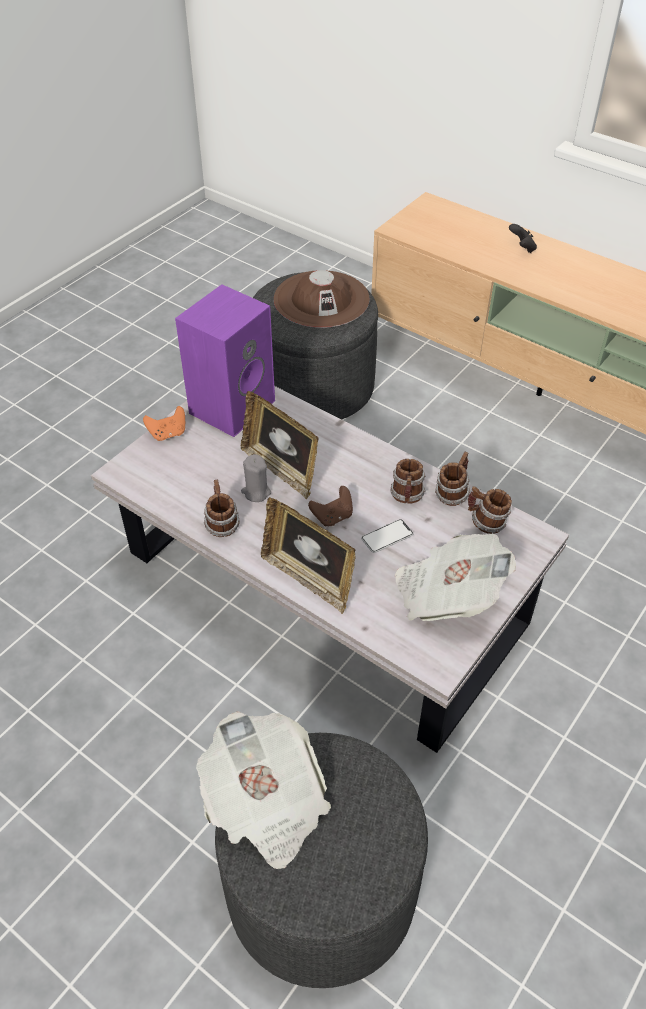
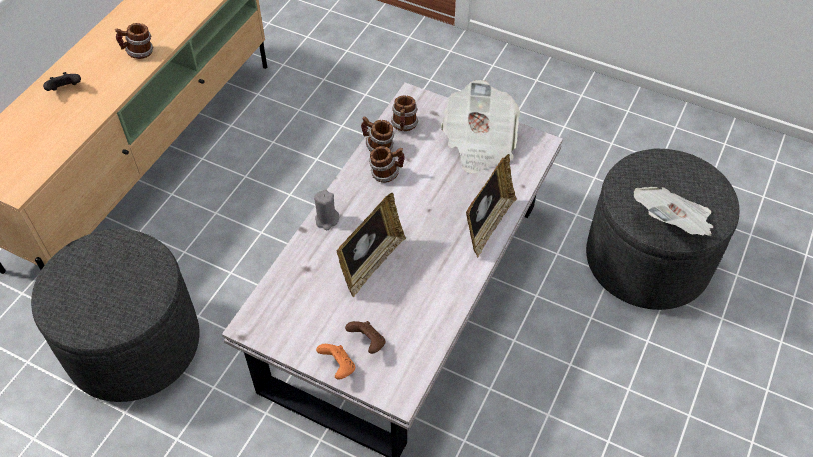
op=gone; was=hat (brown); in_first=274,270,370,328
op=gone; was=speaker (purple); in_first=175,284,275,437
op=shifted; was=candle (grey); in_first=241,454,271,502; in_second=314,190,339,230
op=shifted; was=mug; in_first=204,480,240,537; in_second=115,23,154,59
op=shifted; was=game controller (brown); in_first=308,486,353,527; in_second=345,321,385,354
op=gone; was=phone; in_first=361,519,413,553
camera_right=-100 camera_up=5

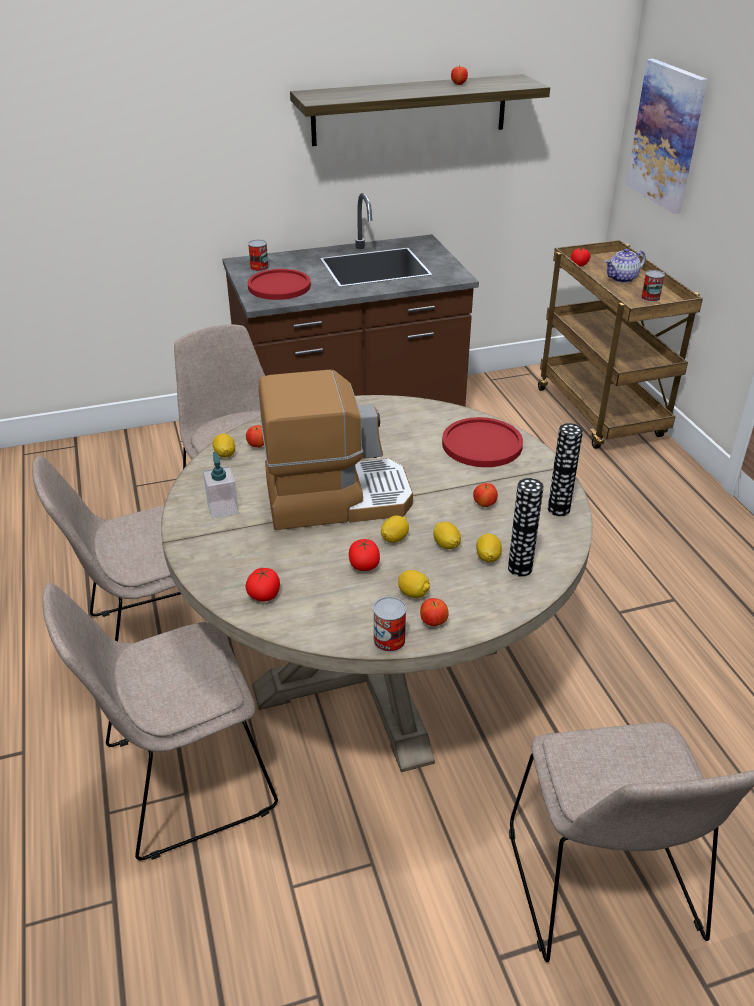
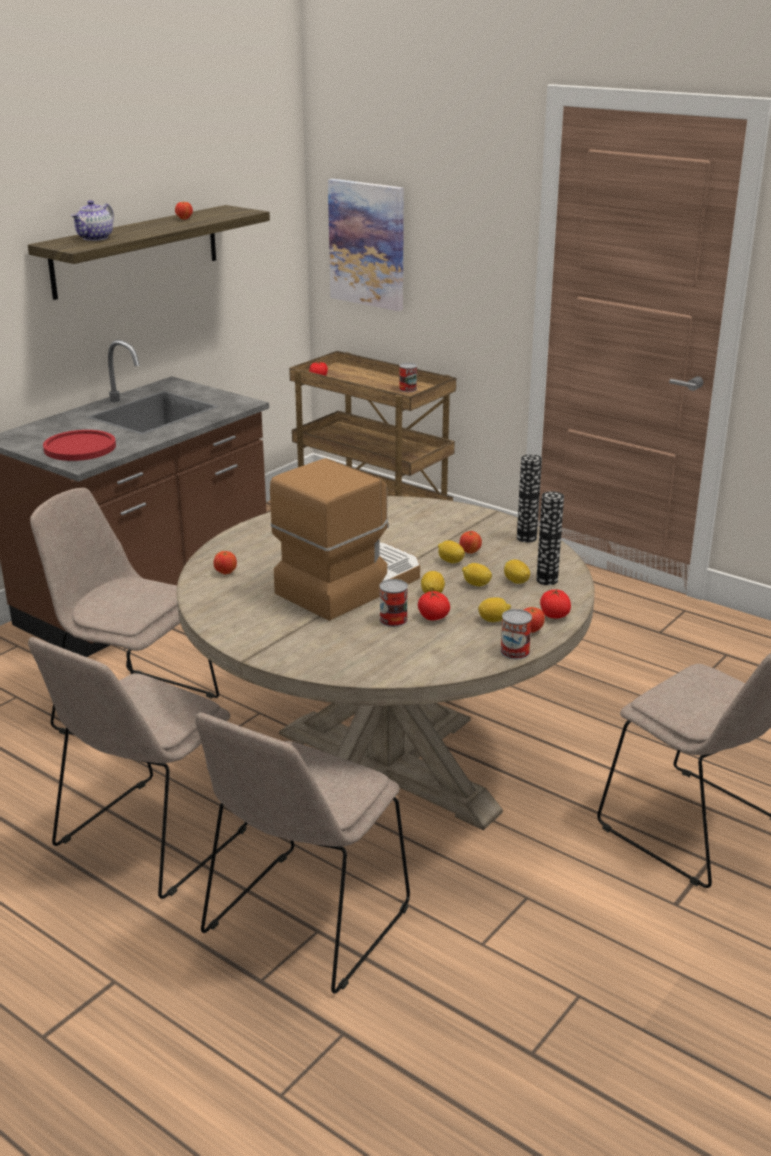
op=shifted; was=can; in_first=248,239,269,272; in_second=379,579,408,627
op=shifted; was=teapot; in_first=605,249,646,283; in_second=71,200,114,241
op=gone; was=plate (red); in_first=442,417,523,467
op=shifted; was=lemon; in_first=213,434,235,458; in_second=438,540,465,563
op=gone; was=soap dispenser; in_first=203,452,239,519
op=shifted; was=tomato; in_first=246,568,280,601; in_second=540,590,571,618
camera_right=-35 camera_up=-10

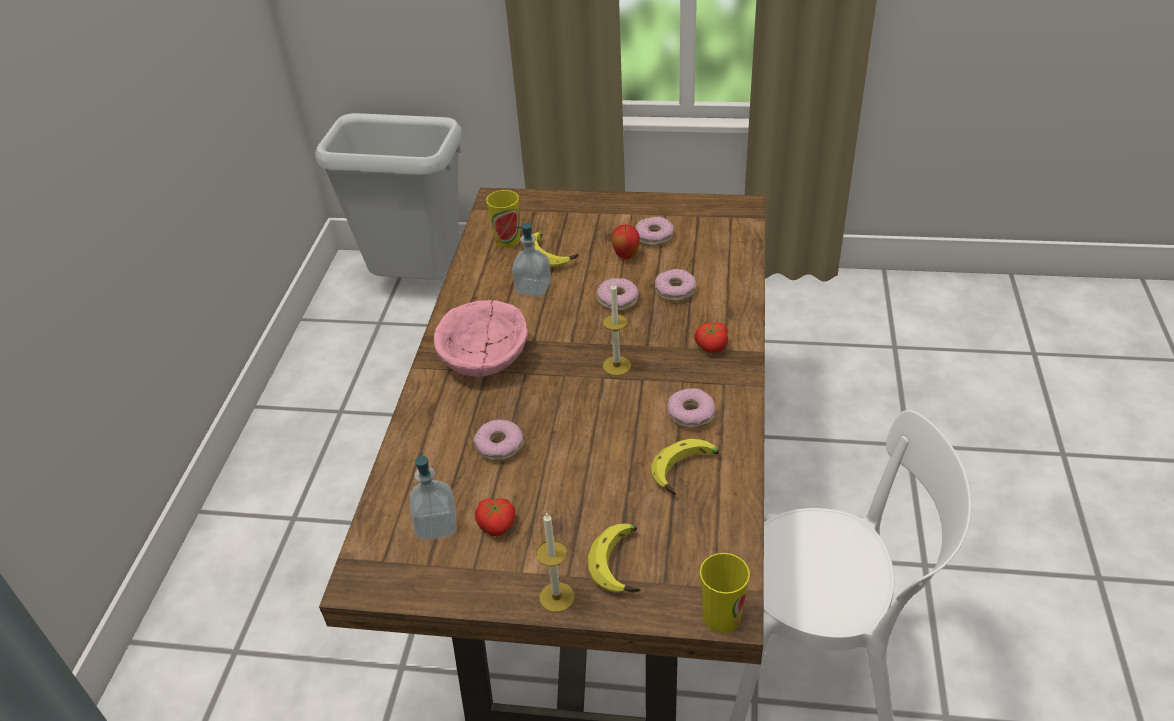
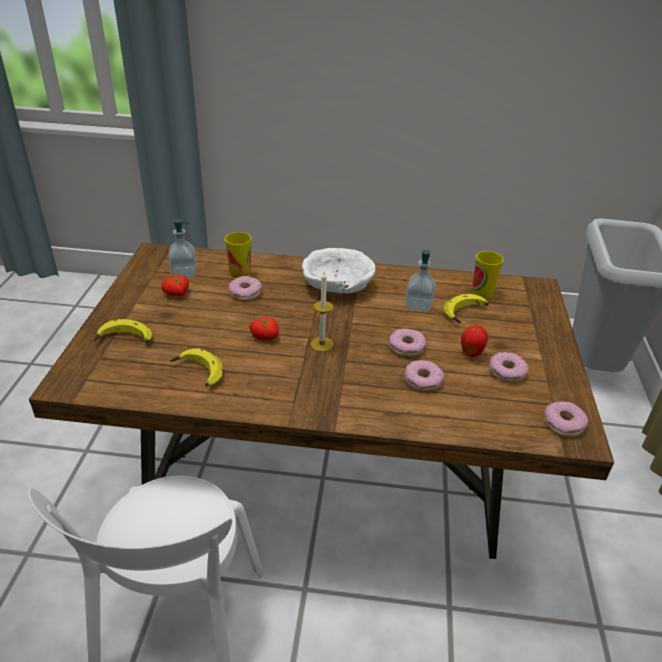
op=repainted; was=bowl (pink); now=bowl (white); in_first=434,300,528,377; in_second=302,248,376,294
op=shifted; was=tomato; in_first=694,322,728,353; in_second=249,316,279,341
op=shifted; was=donut; in_first=668,388,715,428; in_second=544,401,588,437
op=gone; was=candle; in_first=536,513,574,612
op=shifted; was=cup; in_first=700,553,750,633; in_second=225,232,251,279
camera_right=85 camera_up=-5

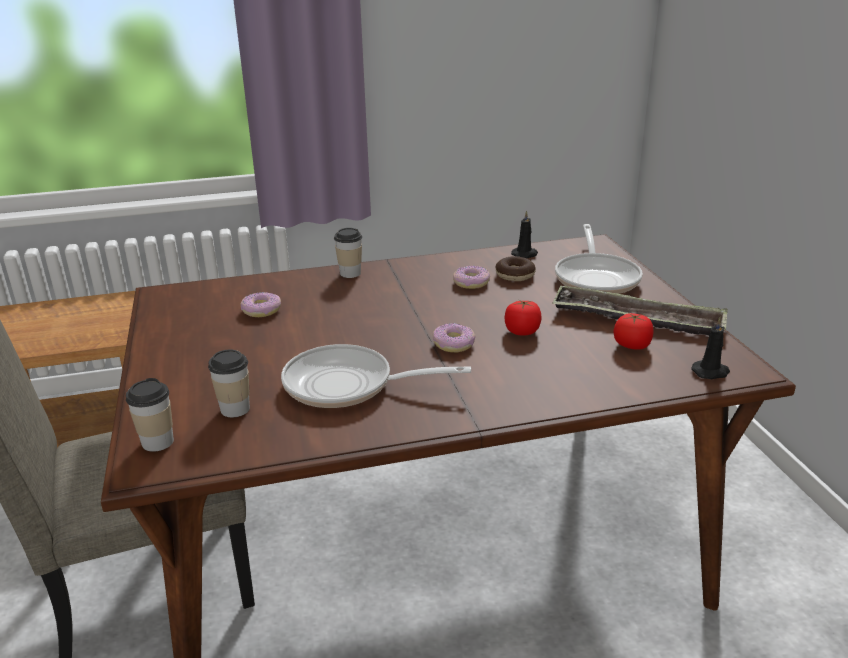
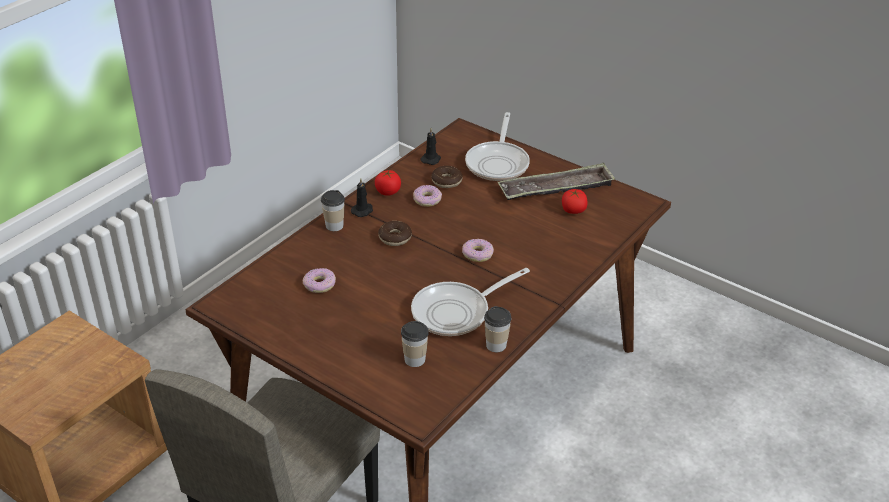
op=rotated; was=frying pan; in_first=555,224,643,294; in_second=465,112,530,181; clockwise=45
op=shifted; was=tomato; in_first=505,300,542,335; in_second=375,170,401,196
op=shifted; was=candle (black); in_first=691,317,730,379; in_second=351,178,373,217
op=shifted; was=cup; in_first=126,378,174,452; in_second=484,306,511,352
op=new; now=donut; in_second=378,221,412,246
camera_right=-40 camera_up=10

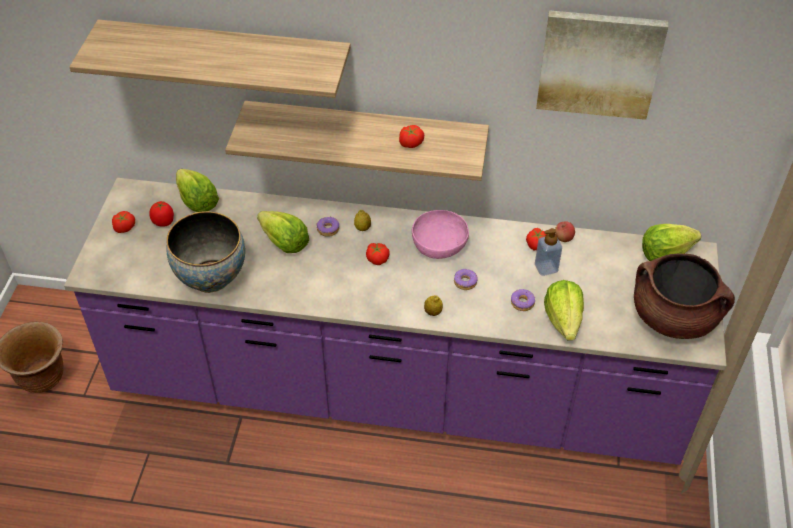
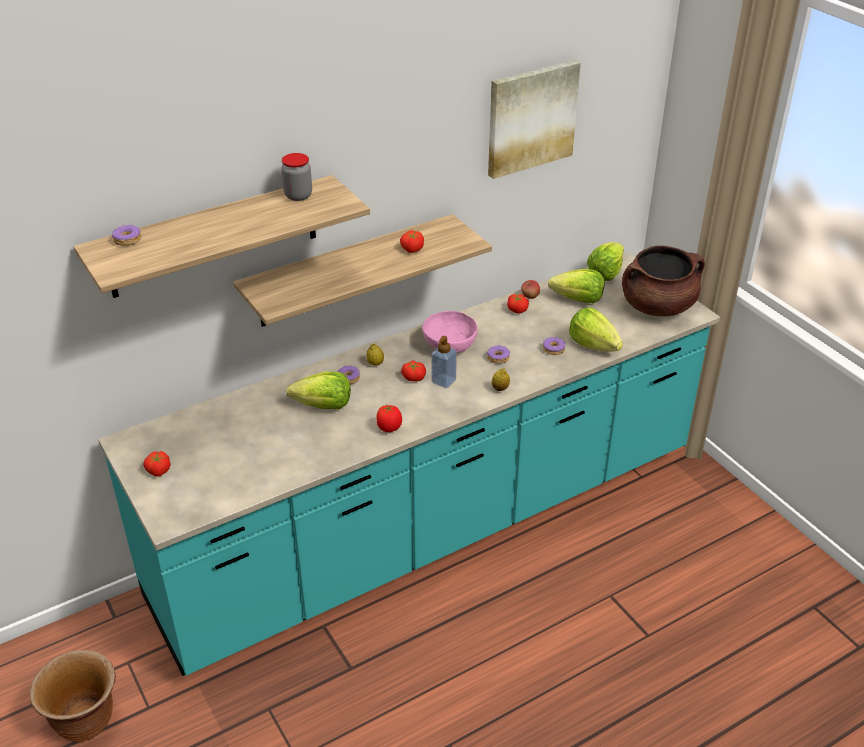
op=shifted; was=lettuce; in_first=176,169,219,212; in_second=548,269,604,303
op=repainted; was=counter (purple); now=counter (turquoise); in_first=64,178,727,465; in_second=98,252,720,676
op=shifted; was=tomato; in_first=149,201,174,227; in_second=376,404,402,432
op=gone; was=bowl; in_first=166,211,245,293
op=shifted; was=soap dispenser; in_first=535,228,562,276; in_second=432,336,457,388
op=new; now=jar; in_second=281,153,312,201
op=new; now=donut; in_second=112,225,141,246
camera_right=-40 camera_up=-10

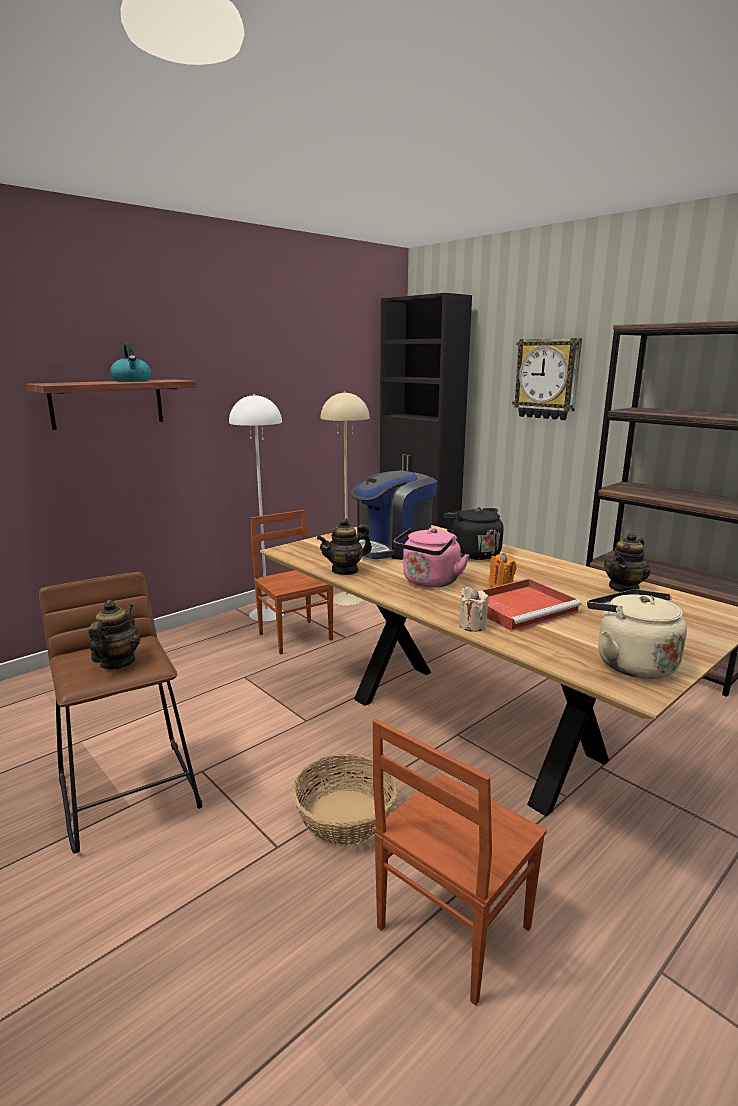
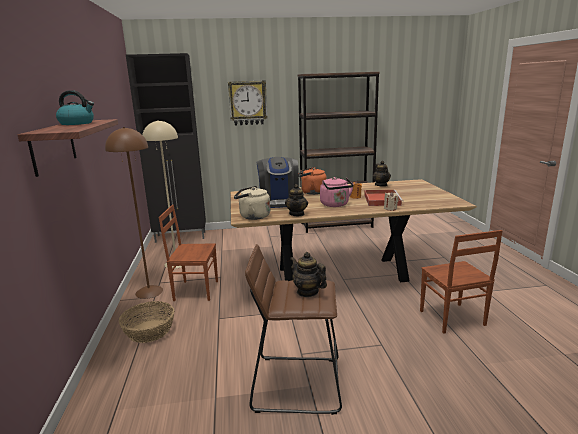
op=repainted; was=floor lamp (white); now=floor lamp (brown); in_first=229,394,284,621; in_second=105,127,163,299
op=repainted; was=kettle (black); now=kettle (orange); in_first=444,507,503,560; in_second=299,167,327,195
op=shifted; was=kettle (beige); in_first=587,589,687,679; in_second=234,186,271,220
op=shifted; was=basket; in_first=292,754,398,846; in_second=119,301,174,343
camera_right=-55 camera_up=0

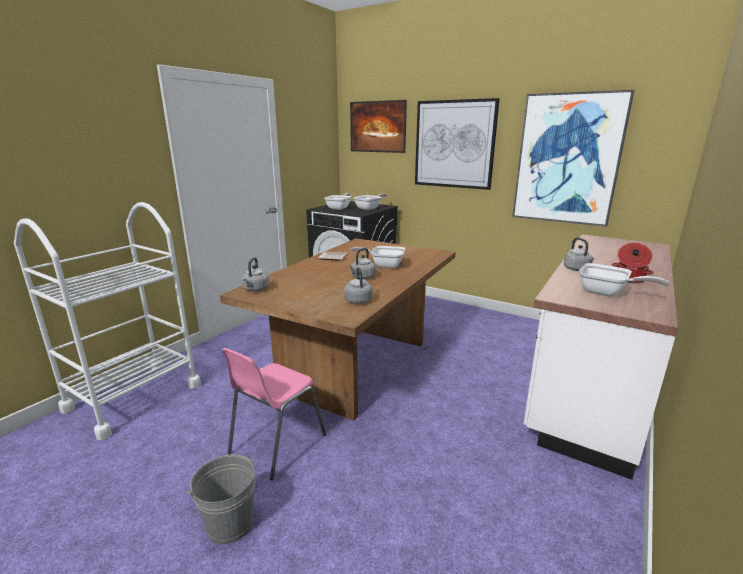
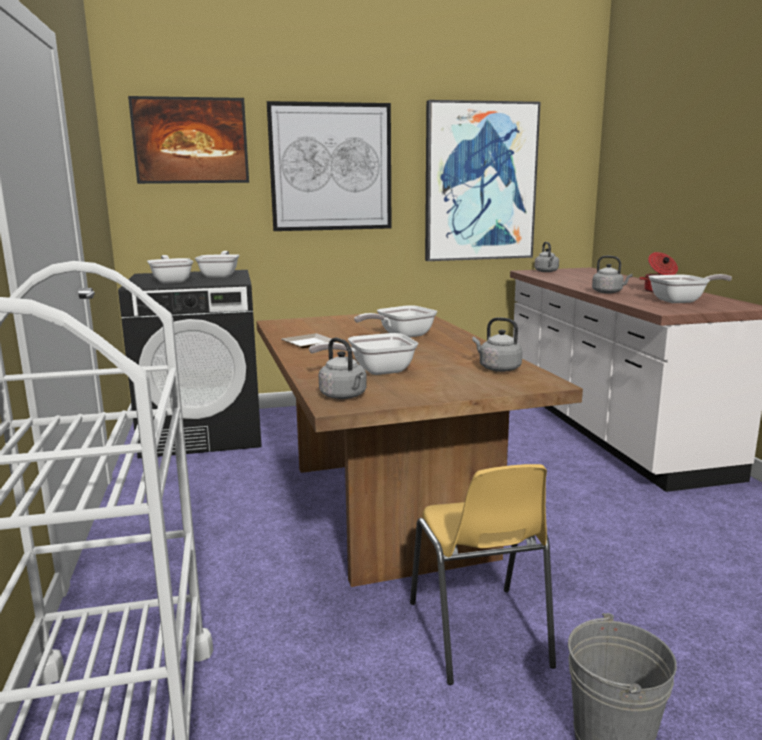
op=shifted; was=kettle (grey); in_first=349,248,375,279; in_second=534,242,559,272
op=repainted; was=chair (pink); now=chair (yellow); in_first=222,348,326,480; in_second=410,464,556,685
op=new; now=frying pan; in_second=309,333,418,375
camera_right=-45 camera_up=-5

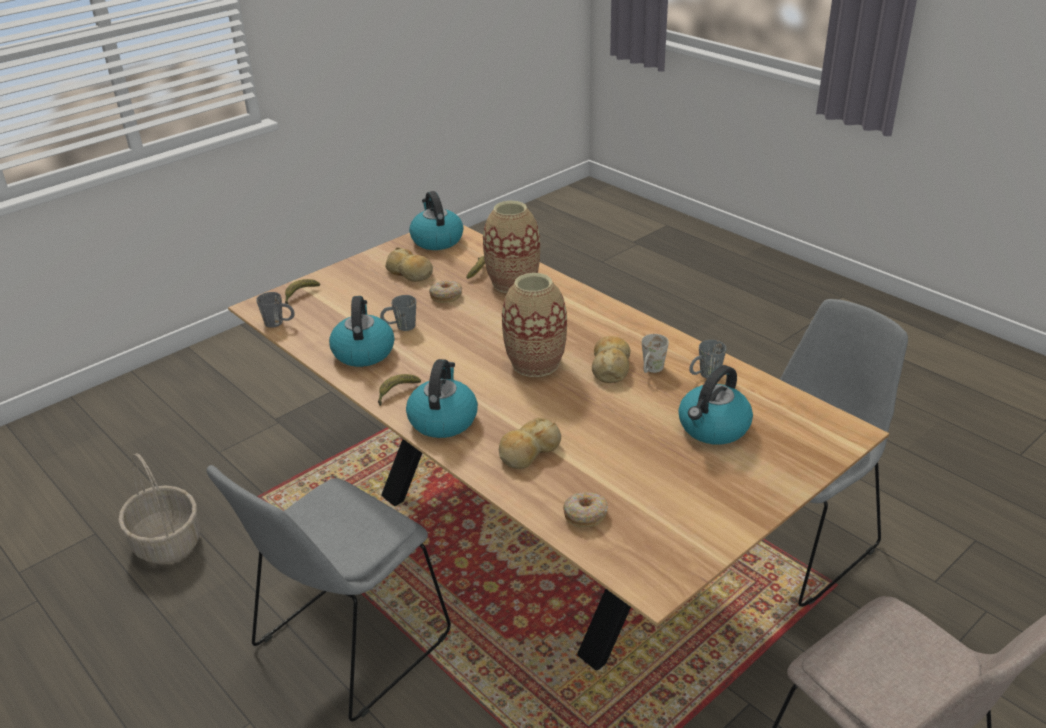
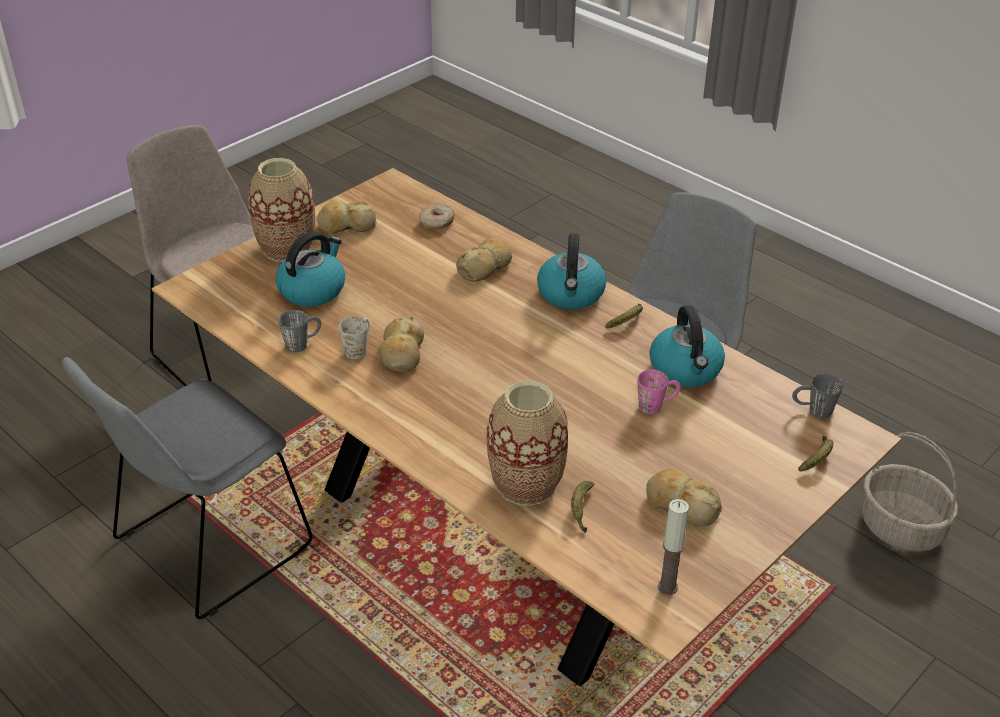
op=swapped; was=kettle; now=candle; in_first=409,191,464,250; in_second=658,499,689,595
op=shifted; was=vase; in_first=502,273,567,377; in_second=248,158,315,262
op=gone; was=donut; in_first=429,281,462,303
op=repainted; was=mug (grey); now=mug (pink); in_first=380,295,416,331; in_second=637,369,681,414
op=new; now=bread; in_second=317,201,376,234
camera_right=175 camera_up=5

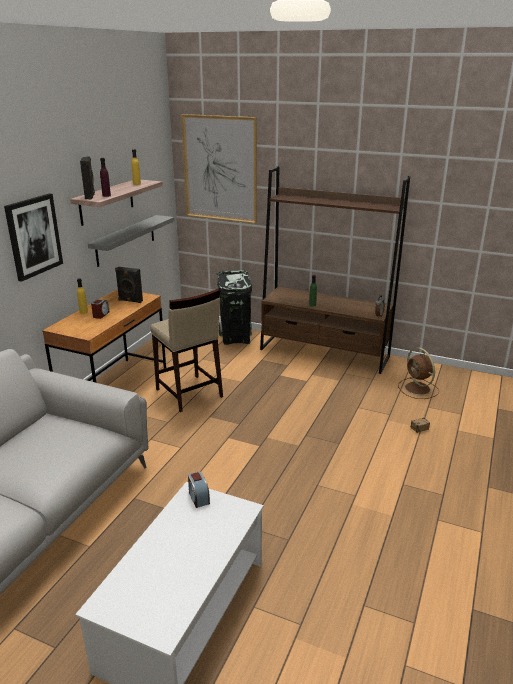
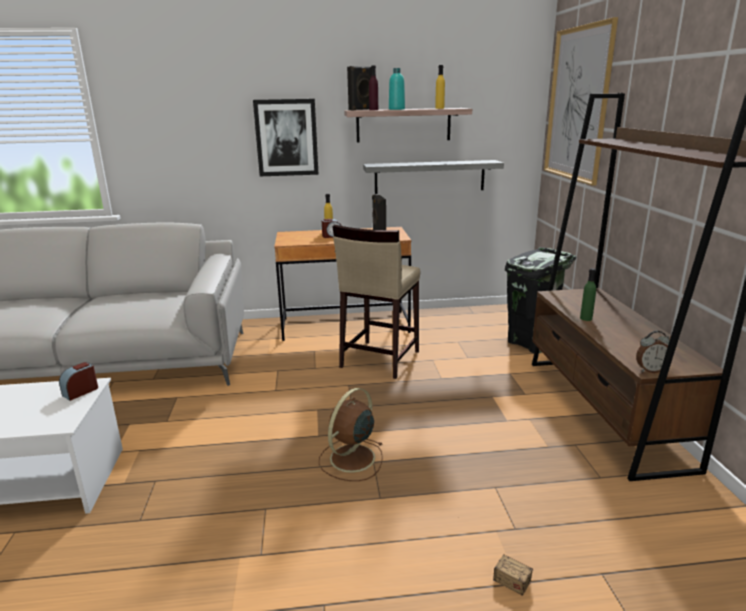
op=shifted; was=fan (brown); in_first=398,348,439,399; in_second=319,388,383,481
op=new; now=bottle (turquoise); in_second=389,68,405,110
camera_right=60 camera_up=-5

